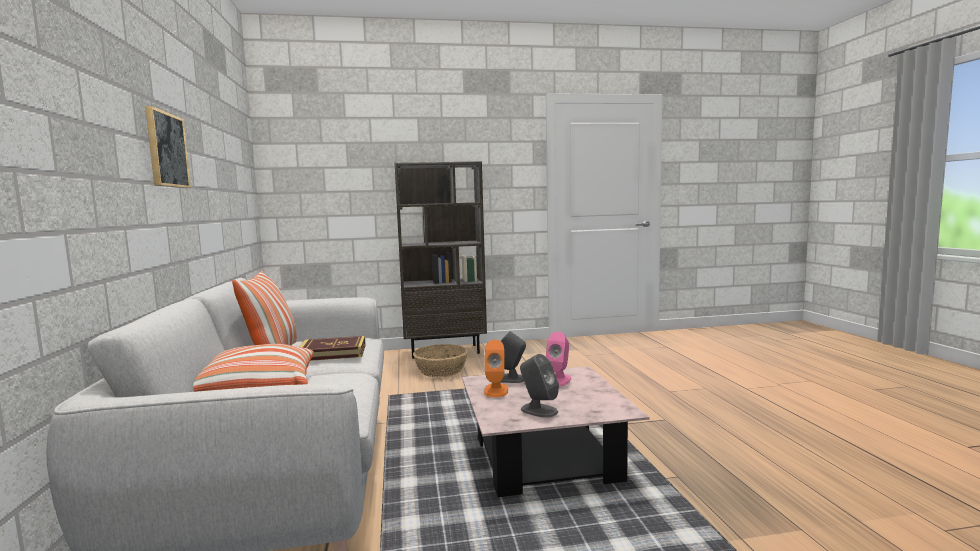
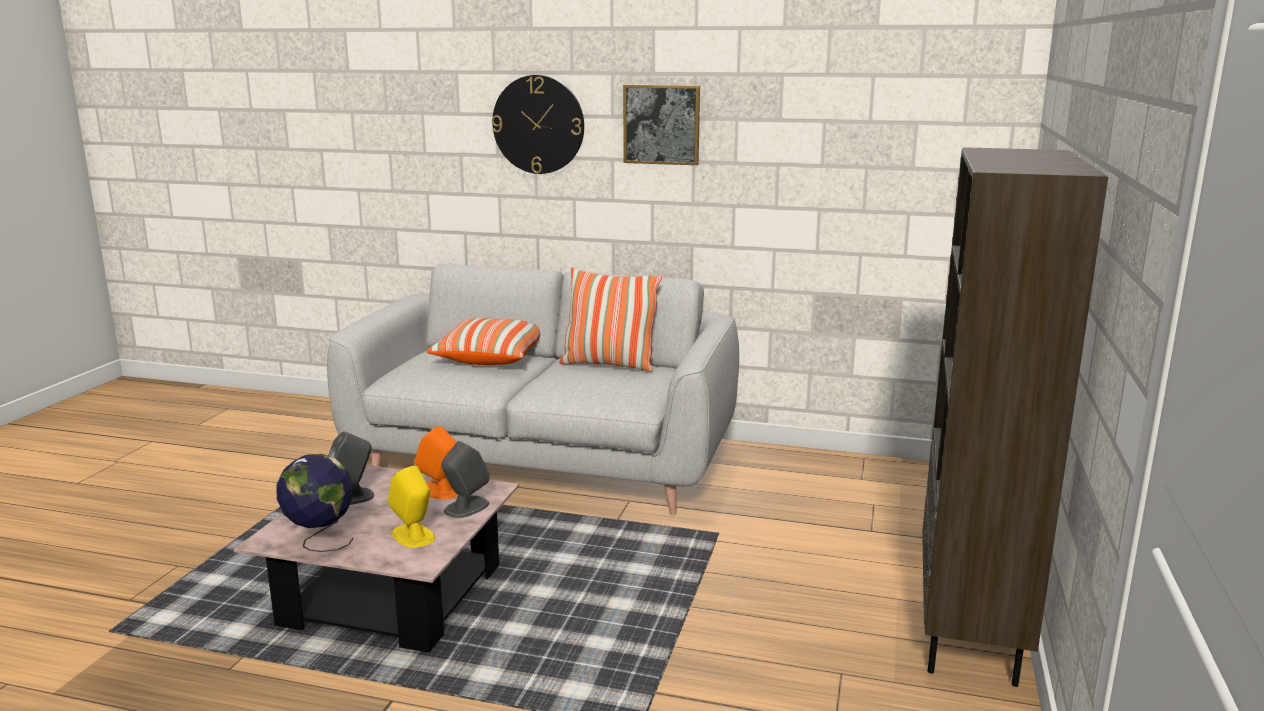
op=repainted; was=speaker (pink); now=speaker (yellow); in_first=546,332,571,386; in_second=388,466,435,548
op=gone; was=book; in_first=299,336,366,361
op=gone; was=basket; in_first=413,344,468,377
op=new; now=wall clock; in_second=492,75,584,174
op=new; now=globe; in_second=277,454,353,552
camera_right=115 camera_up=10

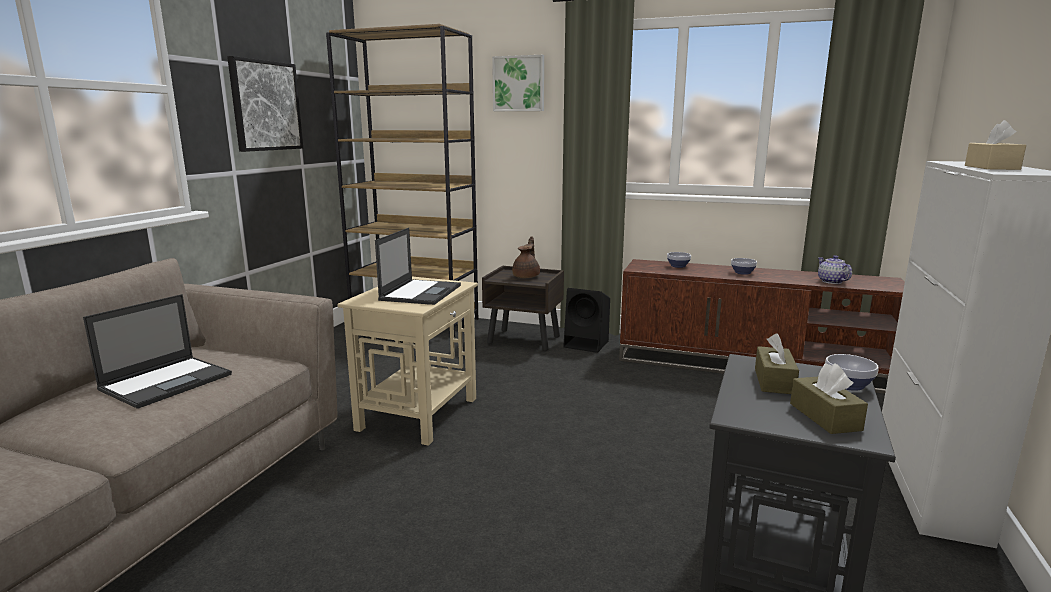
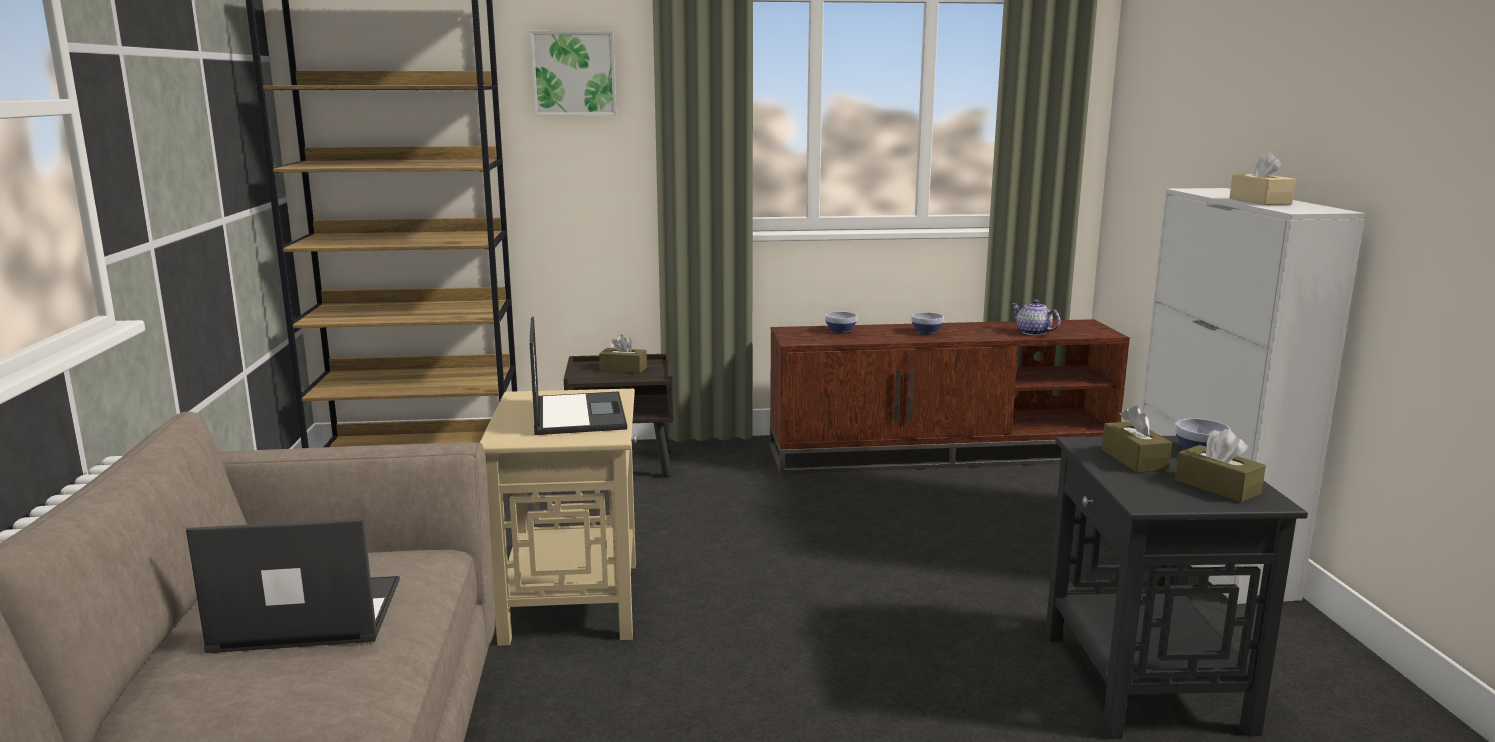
op=gone; was=picture; in_first=227,56,303,152
op=swapped; was=teapot (brown); now=tissue box (brown); in_first=512,236,540,278; in_second=599,335,647,373
op=gone; was=speaker (black); in_first=563,288,610,353
op=rotated; was=laptop; in_first=83,294,232,409; in_second=186,518,400,653; clockwise=-105
camera_right=-25 camera_up=0

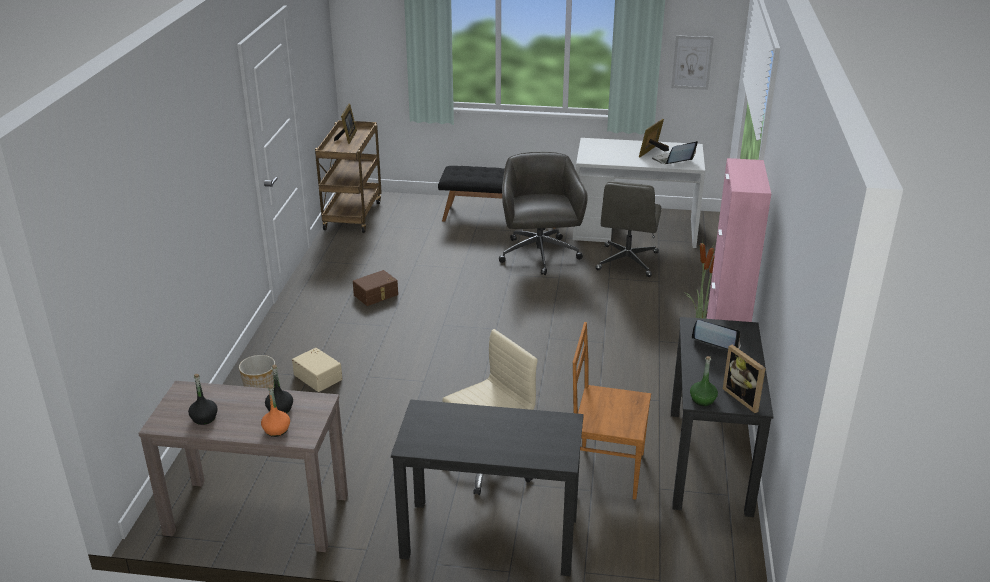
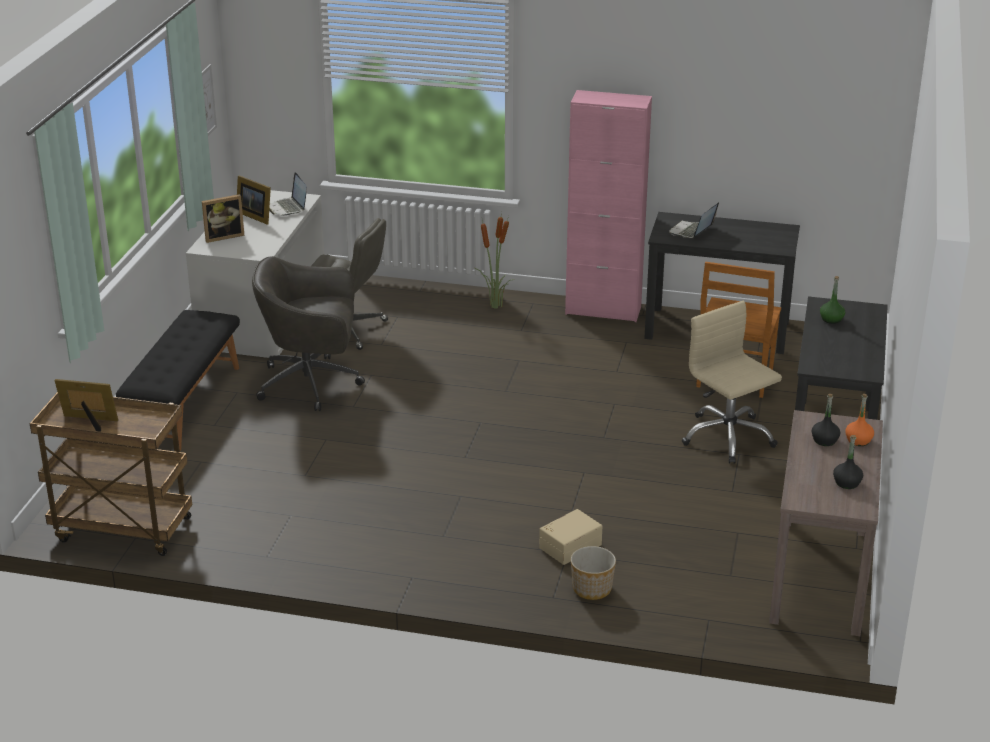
op=gone; was=storage box (brown); in_first=353,270,398,306
op=shifted; was=picture frame; in_first=723,345,766,413; in_second=202,194,244,243
op=shifted; was=bottle (green); in_first=690,356,718,406; in_second=820,276,845,324
camera_right=-85 camera_up=0

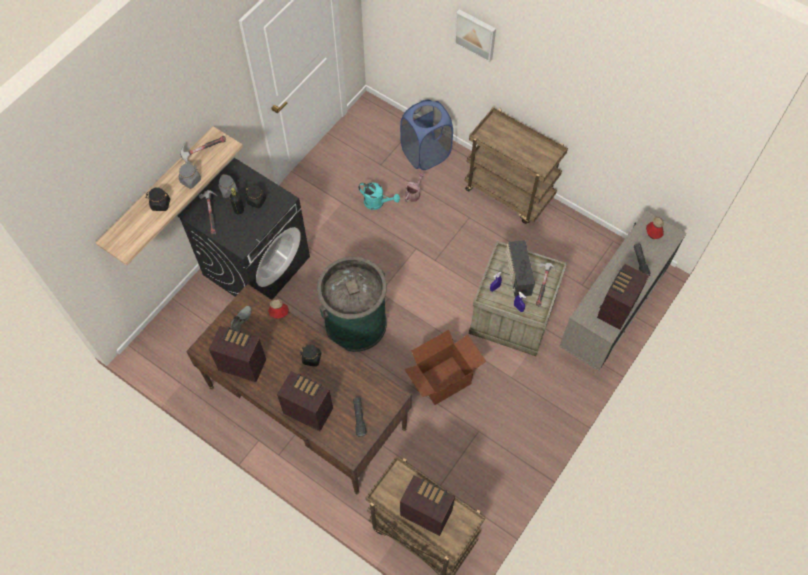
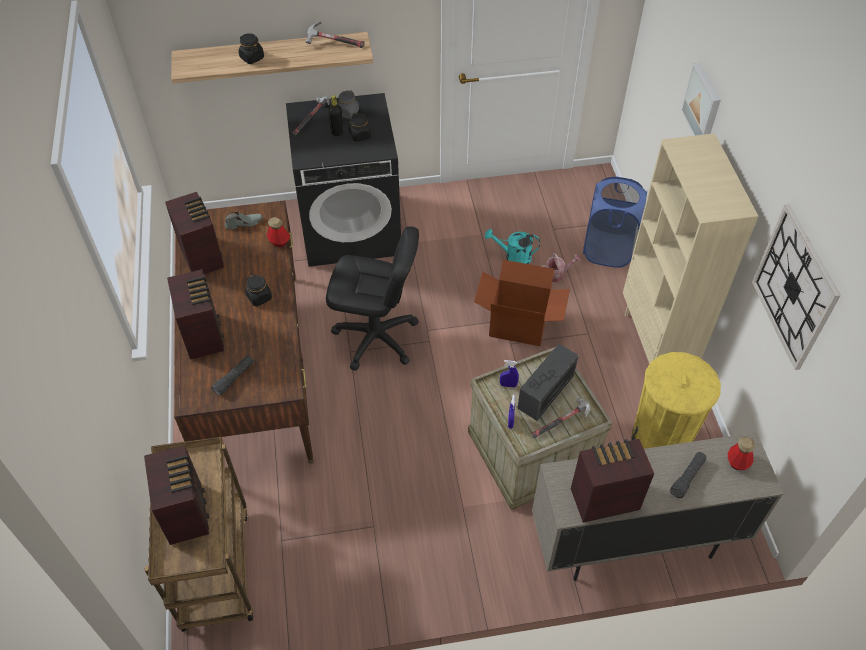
op=swapped; was=cart (brown); now=bookcase (beige); in_first=465,107,568,224; in_second=623,133,759,364
op=gone; was=jar (grey); in_first=179,163,201,189
op=rotated; was=watering can (turquoise); in_first=358,183,400,210; in_second=485,229,540,264; clockwise=120
op=swapped; was=trash can (green); now=office chair (black); in_first=317,257,387,352; in_second=326,226,419,371
op=shifted; was=cardboard box; in_first=404,330,486,405; in_second=474,260,570,346
op=new; now=wall clock; in_second=752,204,841,370
op=new; now=trash can (yellow); in_second=631,352,721,449
camera_right=45 camera_up=-10

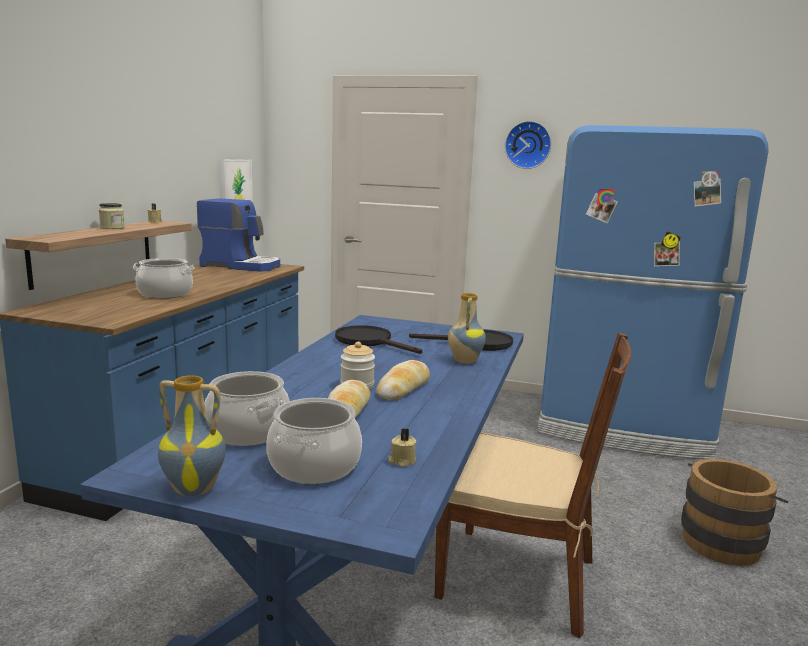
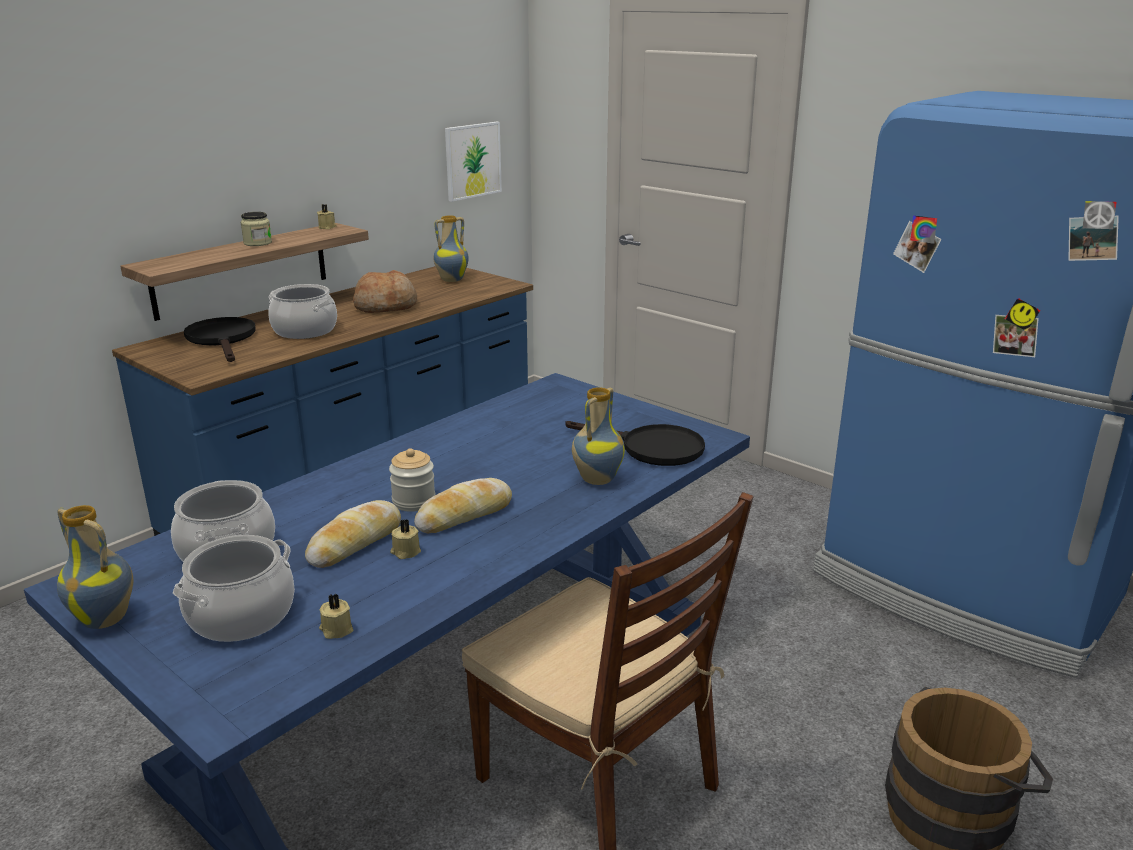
op=gone; was=wall clock; in_first=505,121,551,169
op=swapped; was=coffee machine; now=vase; in_first=197,198,280,272; in_second=433,215,469,282
op=shifted; was=frying pan (black); in_first=335,325,422,354; in_second=184,317,256,362
op=new; now=bread; in_second=353,270,417,313
op=new; now=candle (beige); in_second=390,519,421,559
camera_right=25 camera_up=10

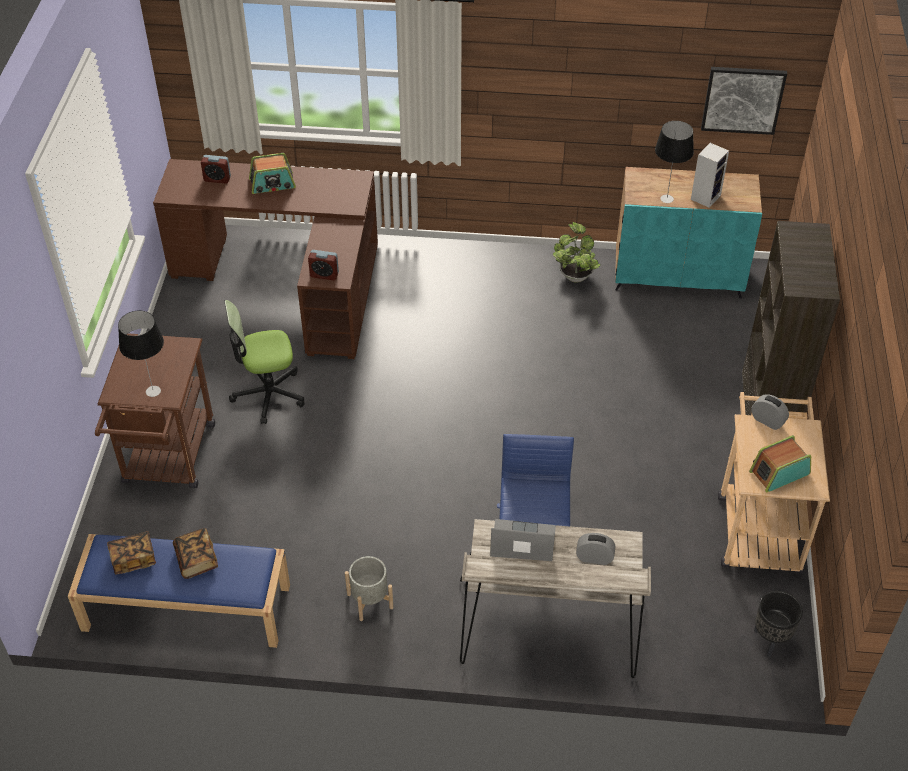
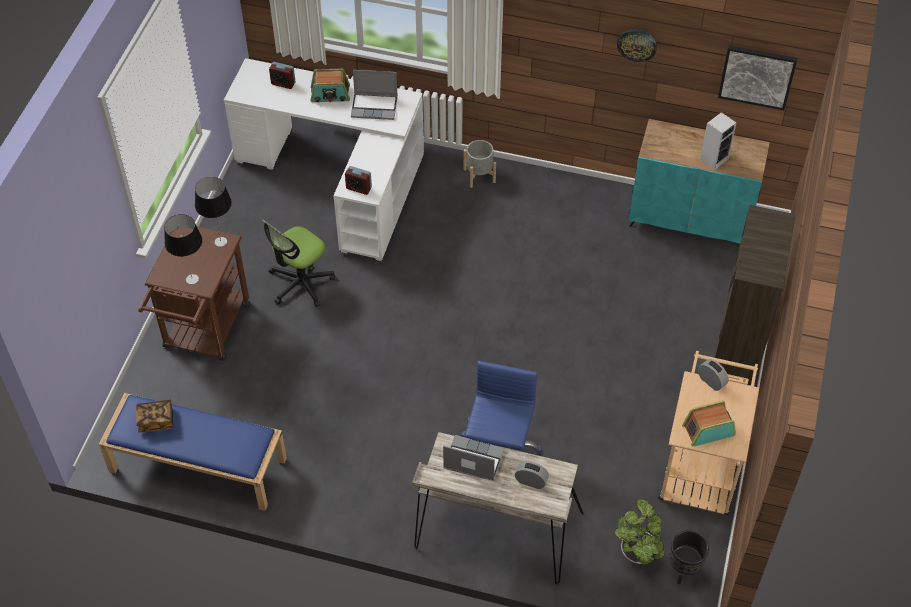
op=shifted; was=table lamp; in_first=655,121,694,203; in_second=195,177,232,247
op=repainted; was=desk (brown); now=desk (white); in_first=153,159,378,359; in_second=224,58,424,261
op=shifted; was=potted plant; in_first=553,222,601,282; in_second=615,500,665,564
op=rotated; was=office chair; in_first=224,300,305,424; in_second=262,220,335,307; clockwise=-45
op=gone; was=book; in_first=173,528,218,579
op=shifted; was=planter (grey); in_first=345,556,393,621; in_second=464,140,496,188
op=new; now=wall clock; in_second=617,29,657,62
op=new; now=laptop; in_second=351,70,398,120
camera_right=10 camera_up=5

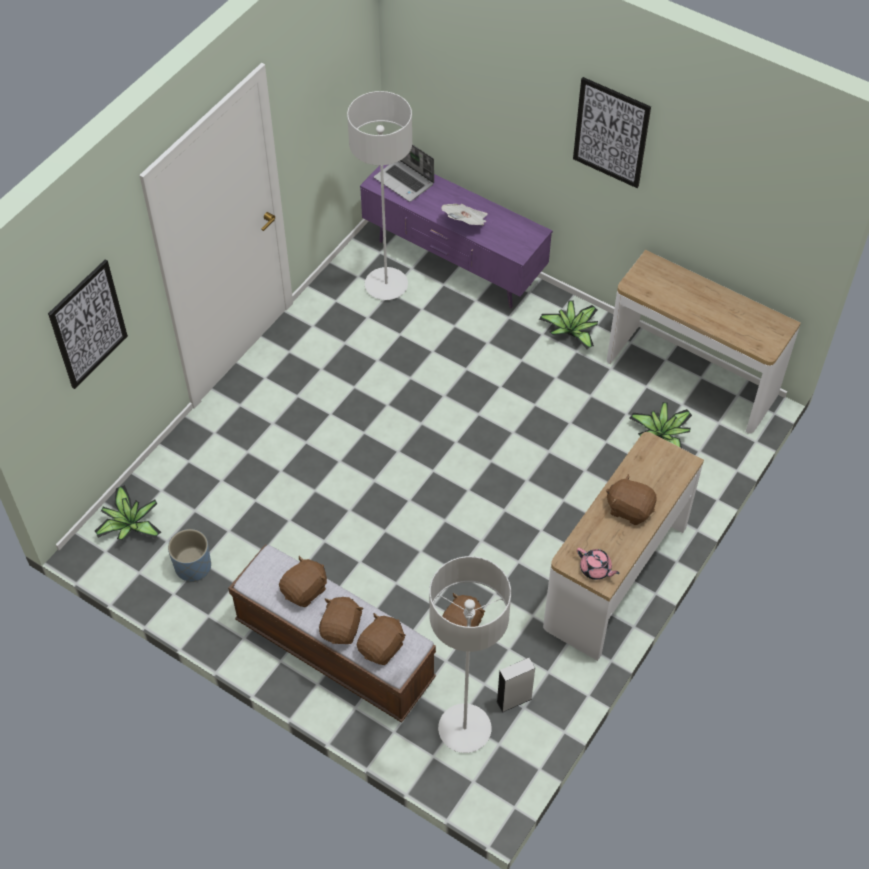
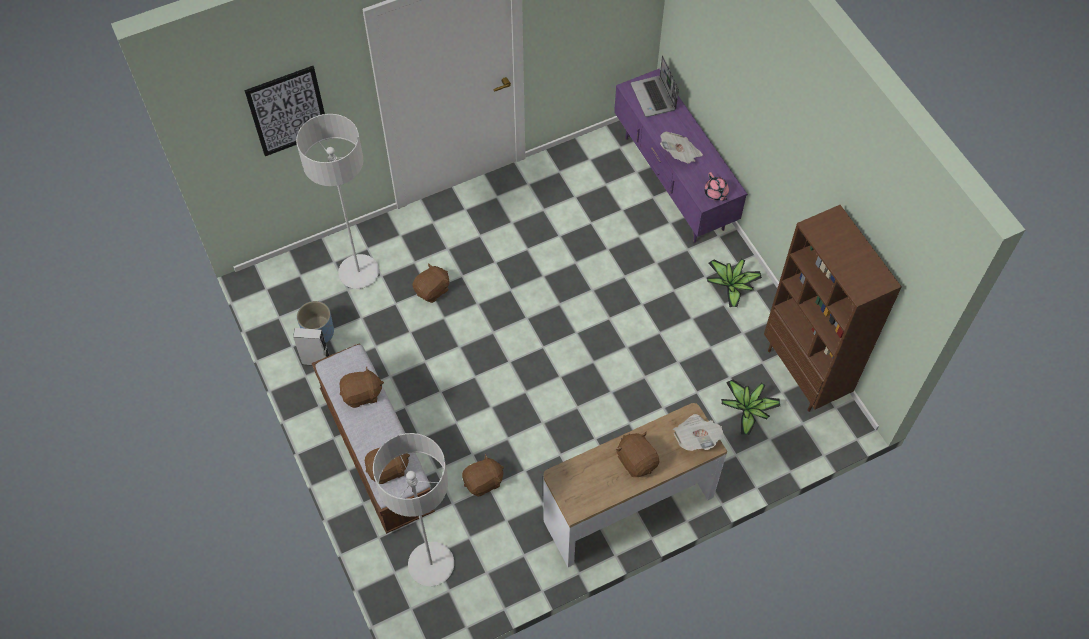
op=gone; was=picture; in_first=573,77,651,188
op=shifted; was=floor lamp (grey); in_first=347,91,412,300; in_second=296,114,379,289
op=swapped; was=console table; now=bookcase (brown); in_first=607,250,801,434; in_second=764,205,902,412
op=gone; was=potted plant; in_first=95,485,161,540
op=shifted; was=teapot (pink); in_first=577,548,620,580; in_second=704,172,729,201
op=shifted; was=plush toy (brown); in_first=319,597,364,644; in_second=412,263,449,303
op=shifted; was=speaker (grey); in_first=496,658,535,713; in_second=293,328,330,366
op=new; now=newspaper; in_second=673,414,724,451
camera_right=30 camera_up=5

